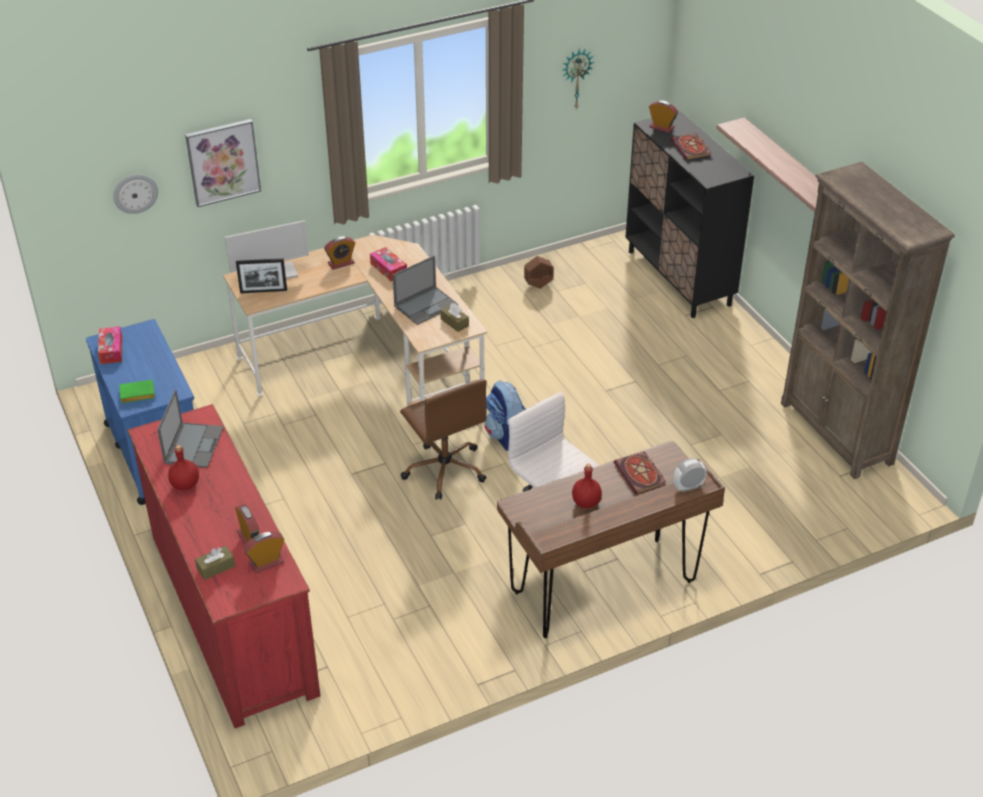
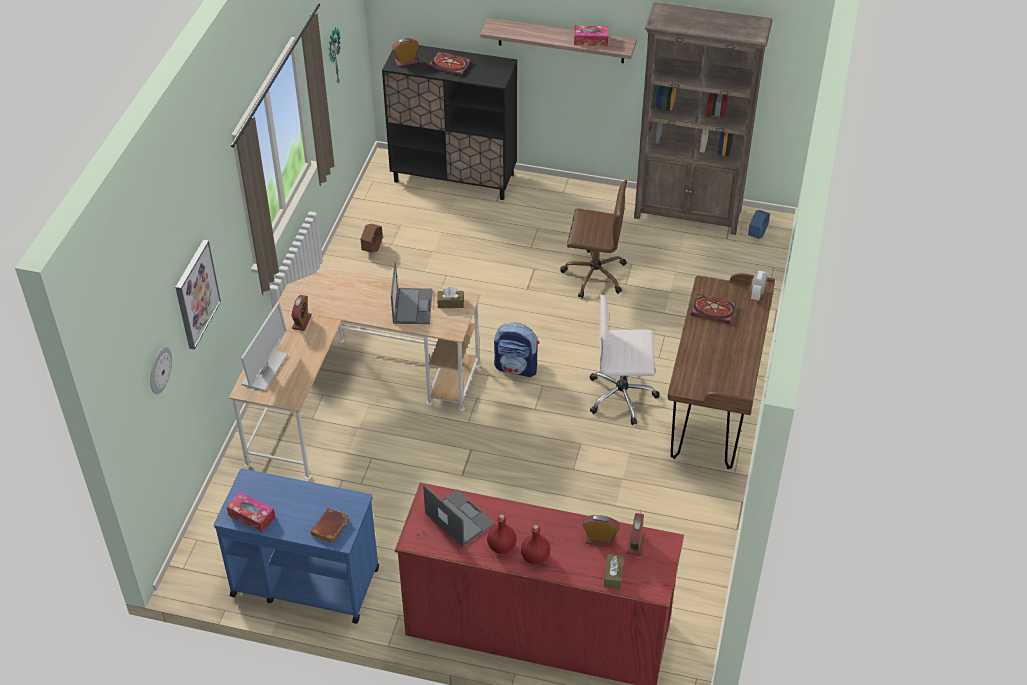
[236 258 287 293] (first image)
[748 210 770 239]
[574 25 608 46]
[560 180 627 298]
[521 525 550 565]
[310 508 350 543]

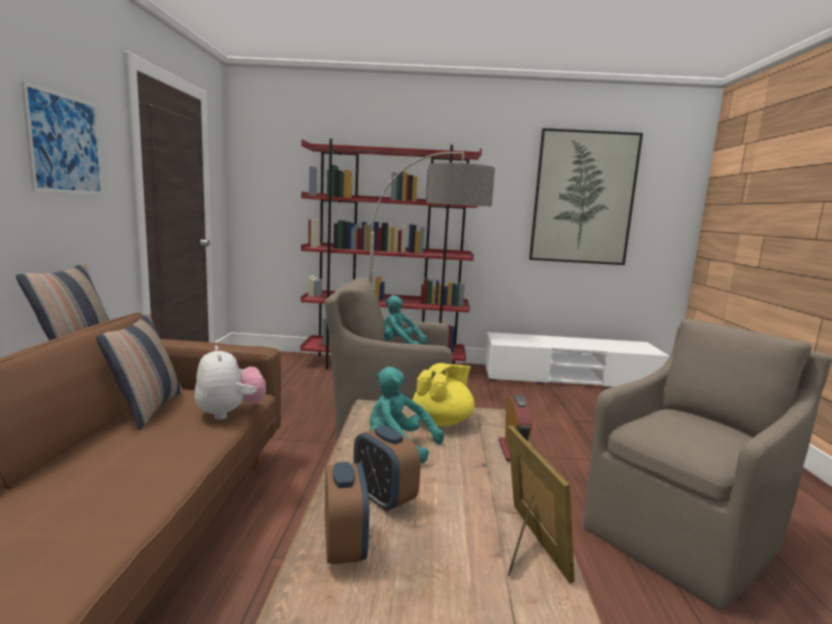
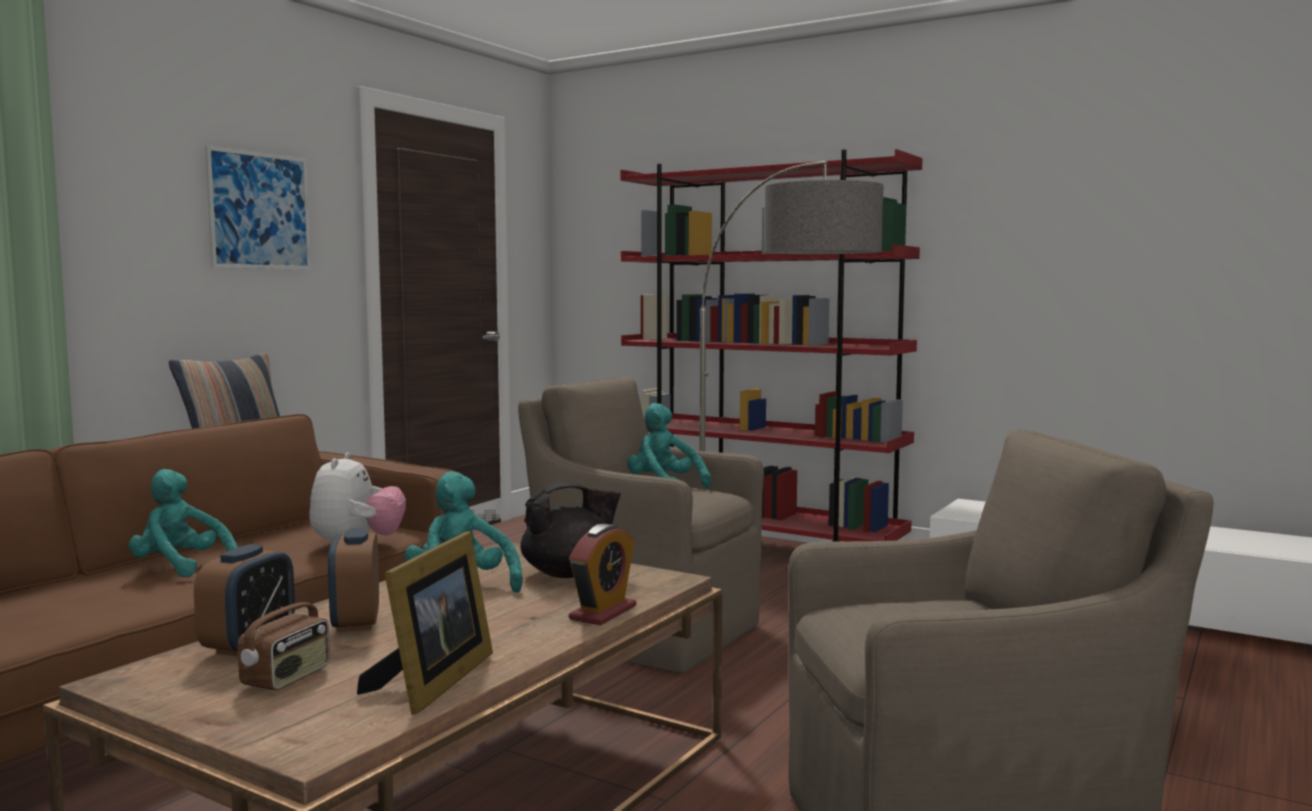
[96 313 183 430] (first image)
[529 128 643 265] (first image)
[129 469 238 577]
[238 576 330 691]
[520 483 621 578]

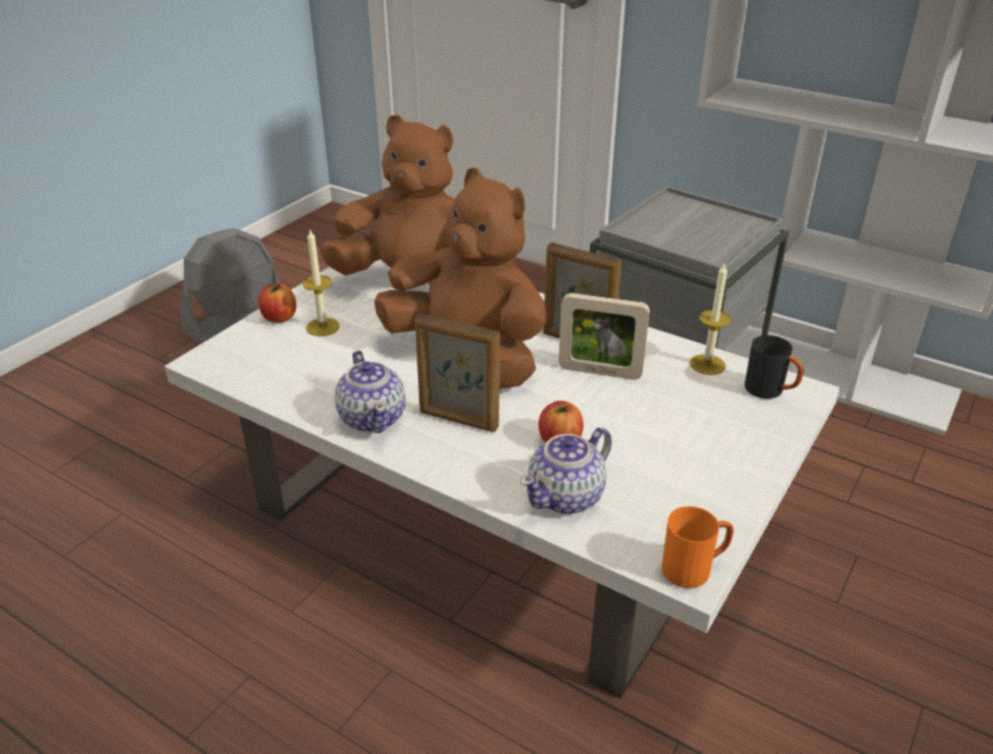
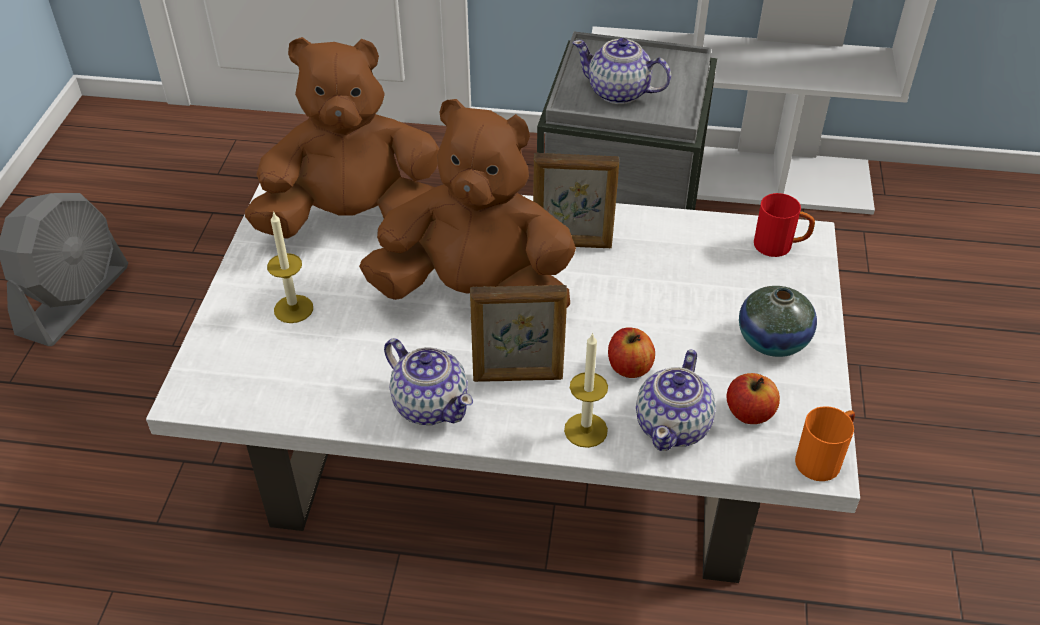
[558 293 650 380] (first image)
[573 38 671 104]
[739 286 817 357]
[727 373 780 424]
[564 333 608 448]
[754 193 815 257]

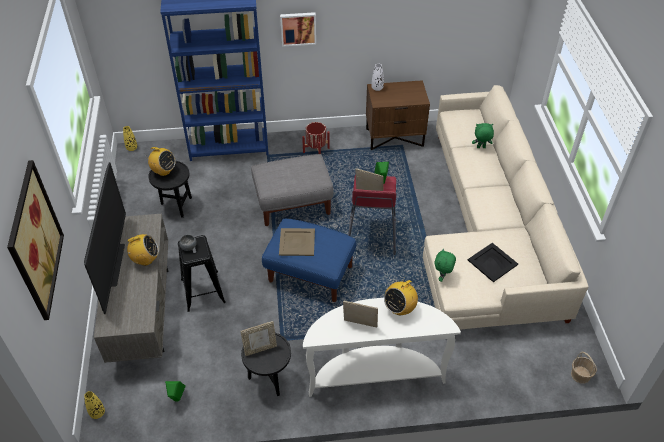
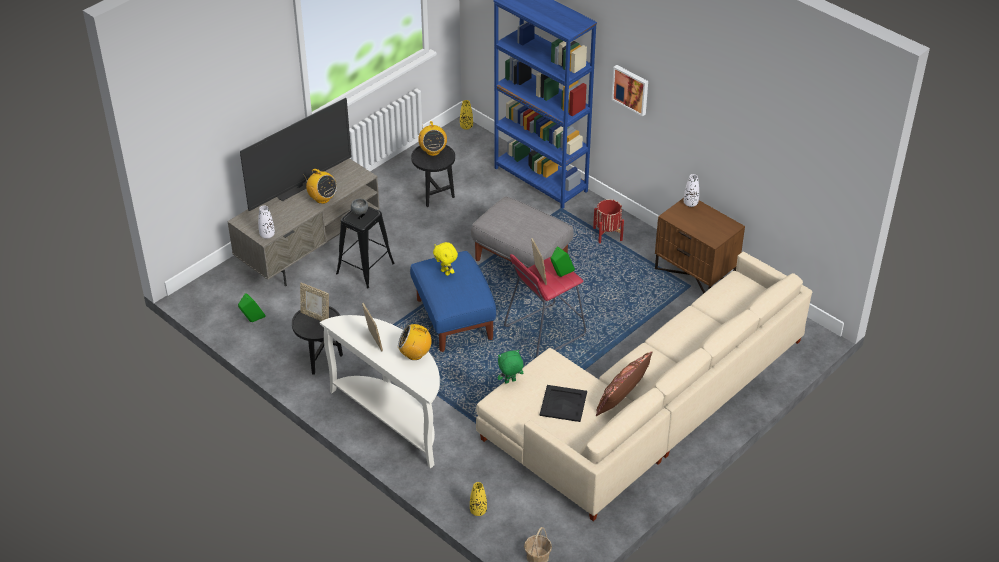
[7 160 64 320] (first image)
[472 123 494 148] (first image)
[258 205 275 239]
[596 351 652 416]
[470 482 487 516]
[433 242 458 276]

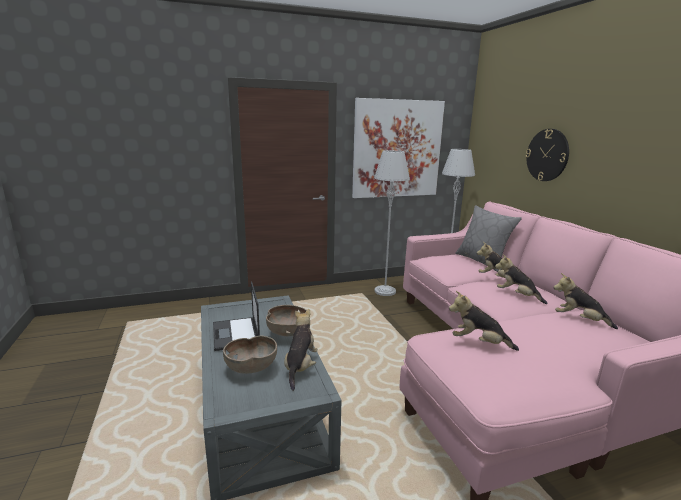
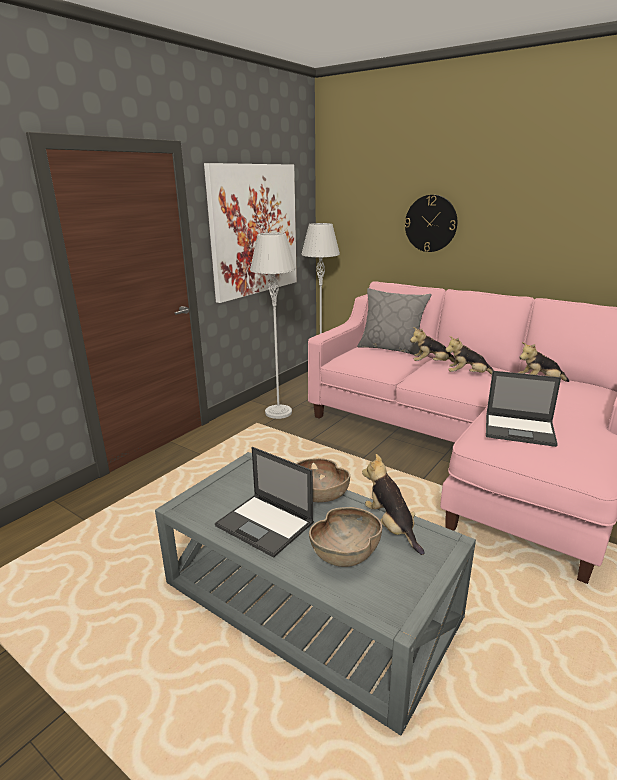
[486 371 561 447]

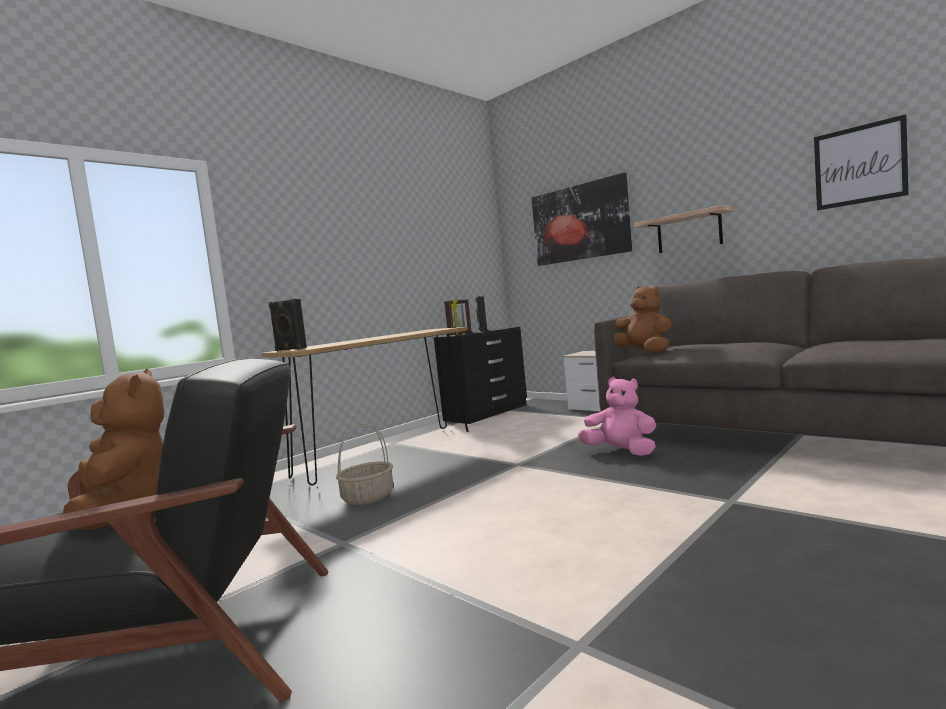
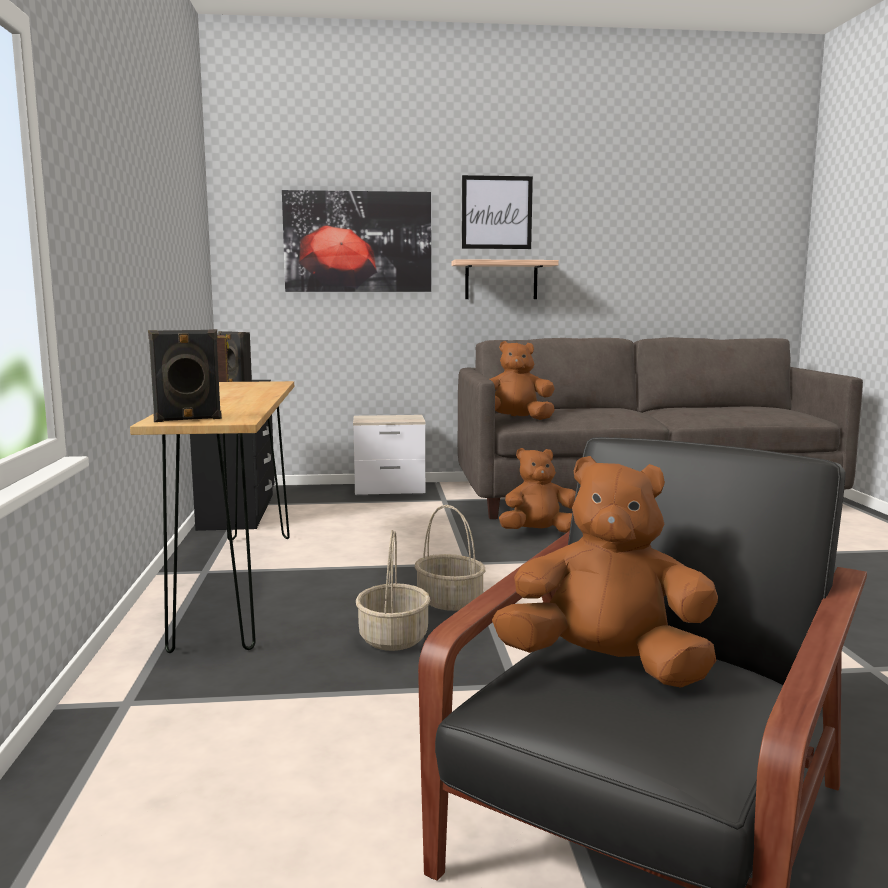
[415 505 486 611]
[462 175 533 249]
[499 448 576 533]

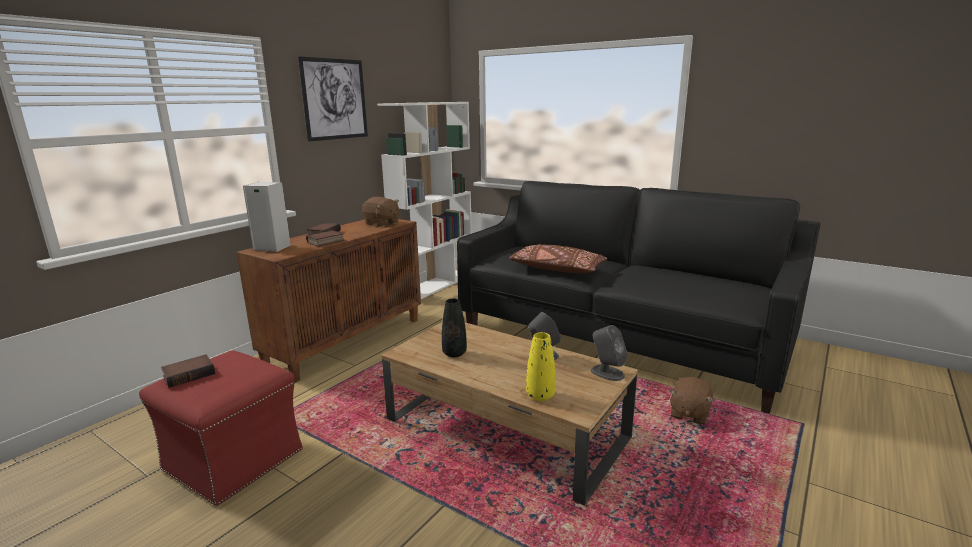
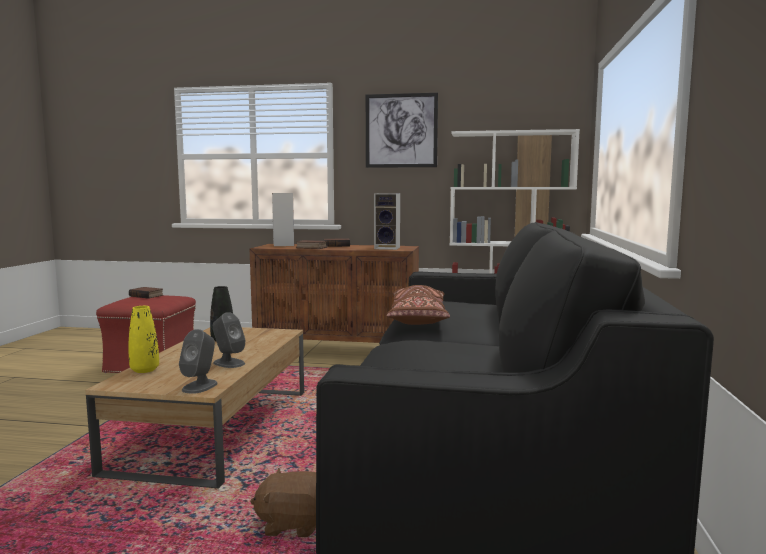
[374 193 400 250]

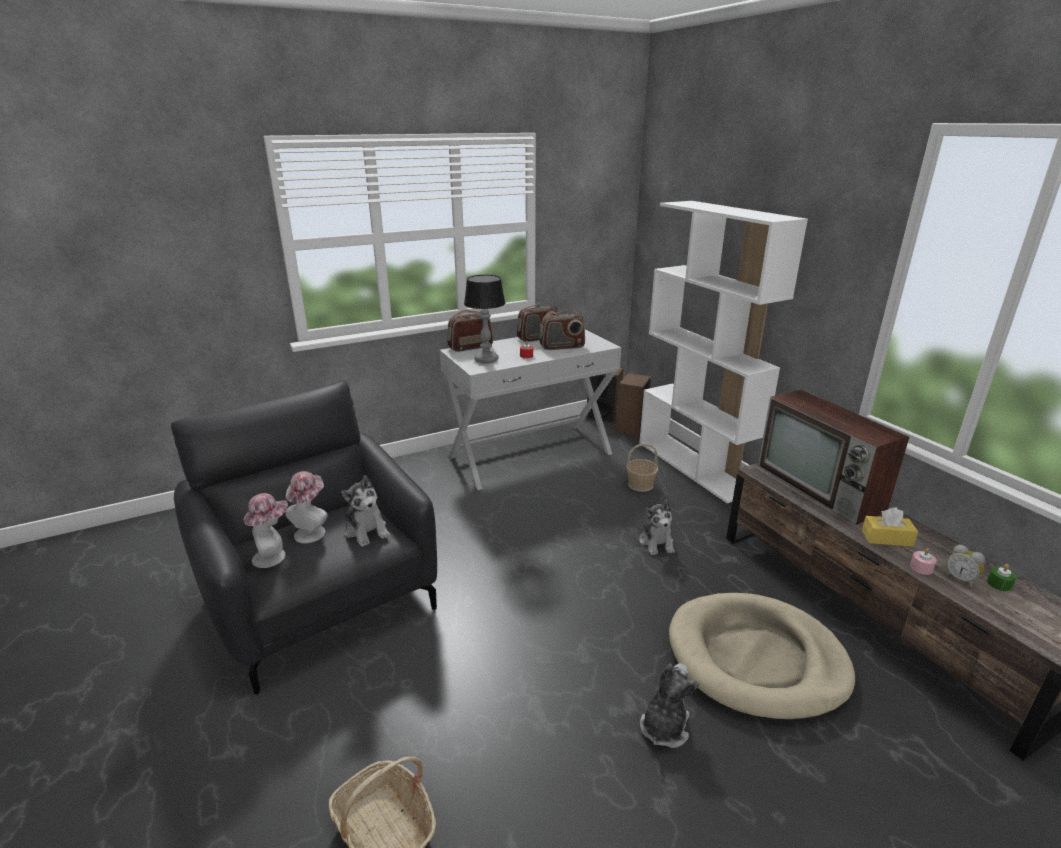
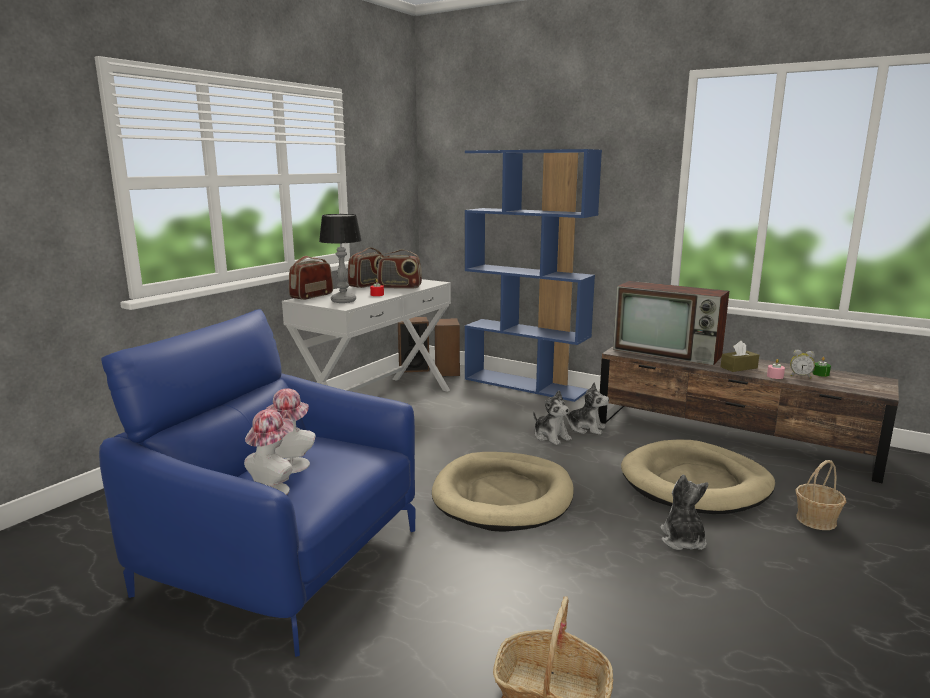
[432 452 574 532]
[565 382 609 435]
[796 460 846 530]
[99 309 416 657]
[465 149 602 402]
[721 341 759 372]
[377 249 422 289]

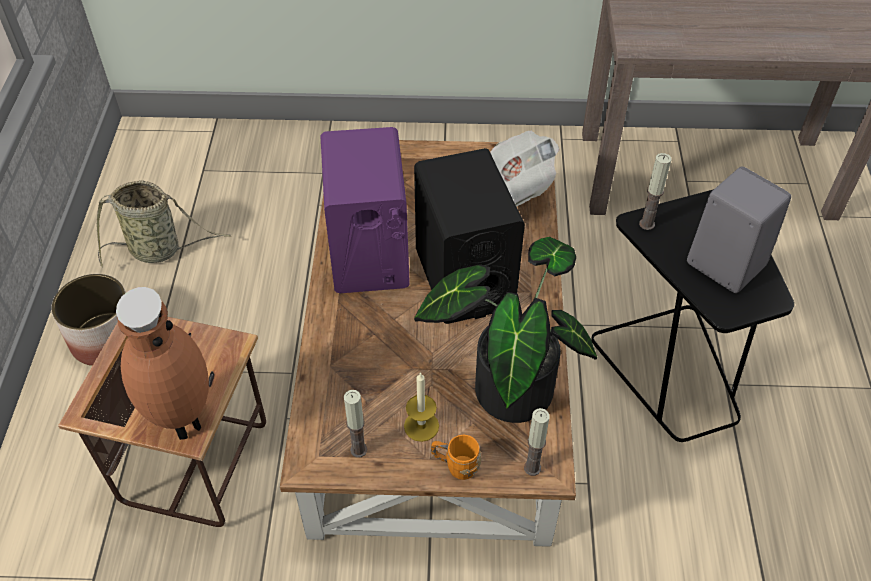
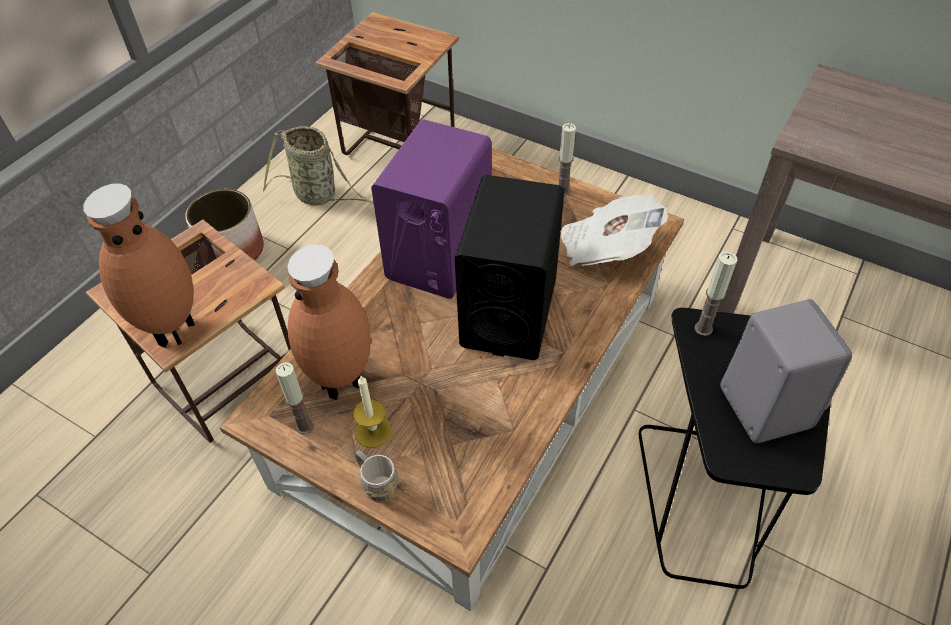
[414 237 597 423] (first image)
[287 244 371 400]
[316 12 459 155]
[558 123 576 196]
[355 450 398 503]

